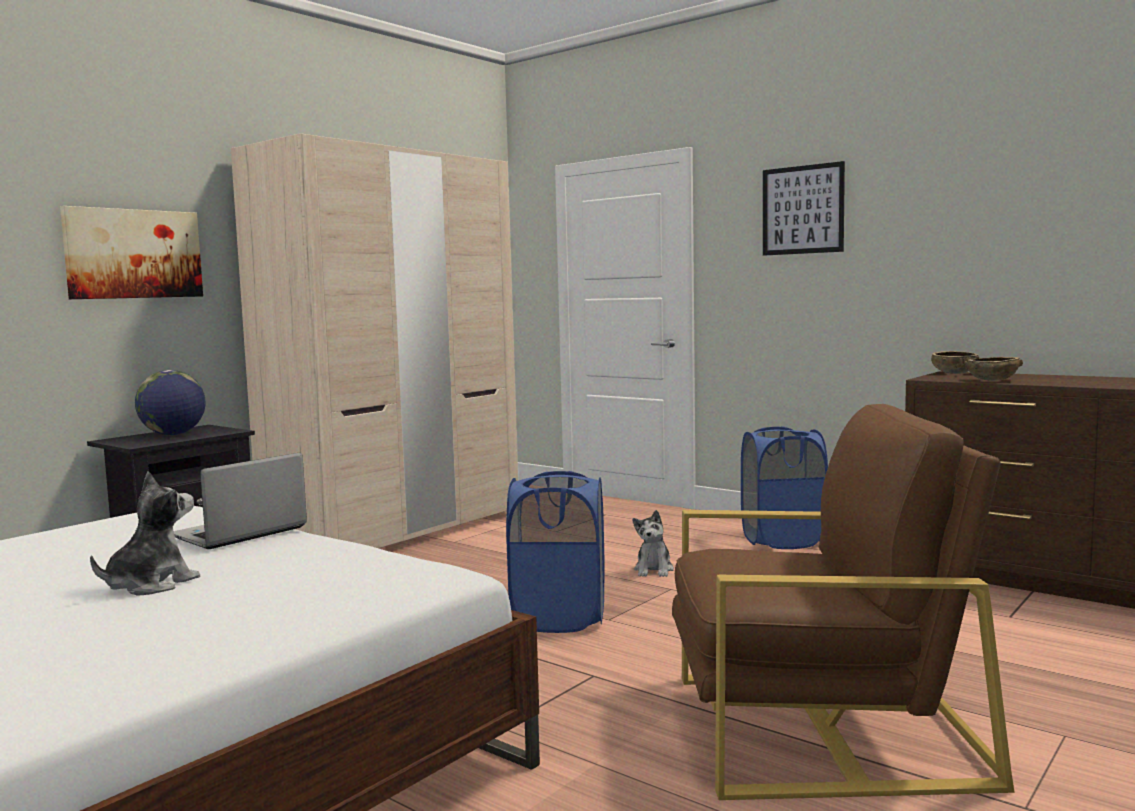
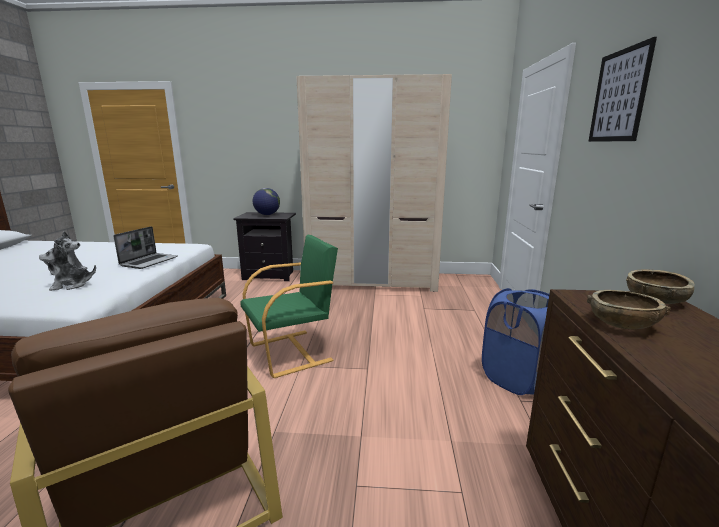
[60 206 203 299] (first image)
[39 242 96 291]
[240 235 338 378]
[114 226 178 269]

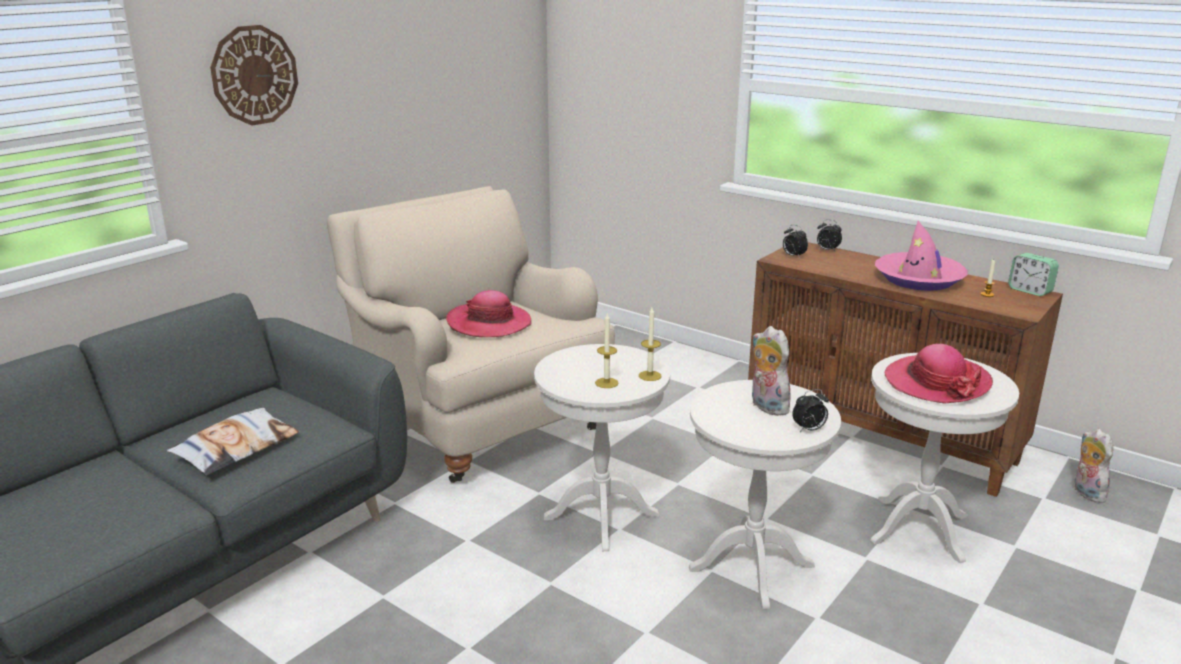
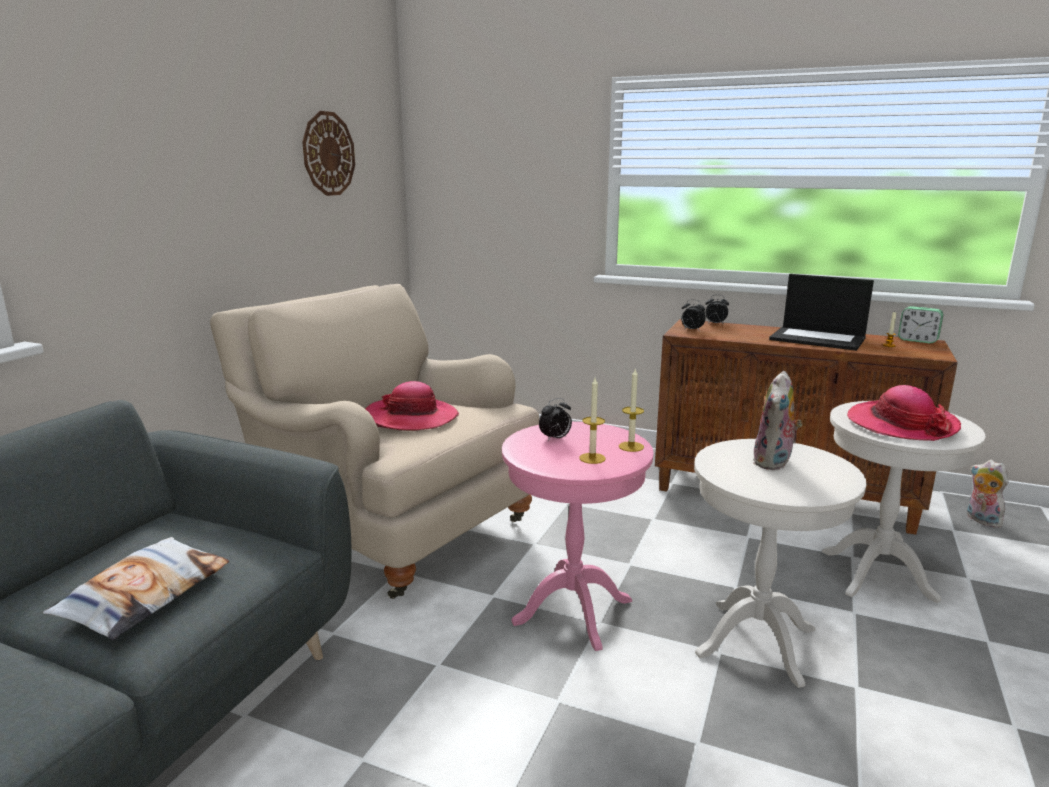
[302 111 355 196]
[539 398 572 441]
[769 274 874 351]
[502 422 654 651]
[753 371 802 470]

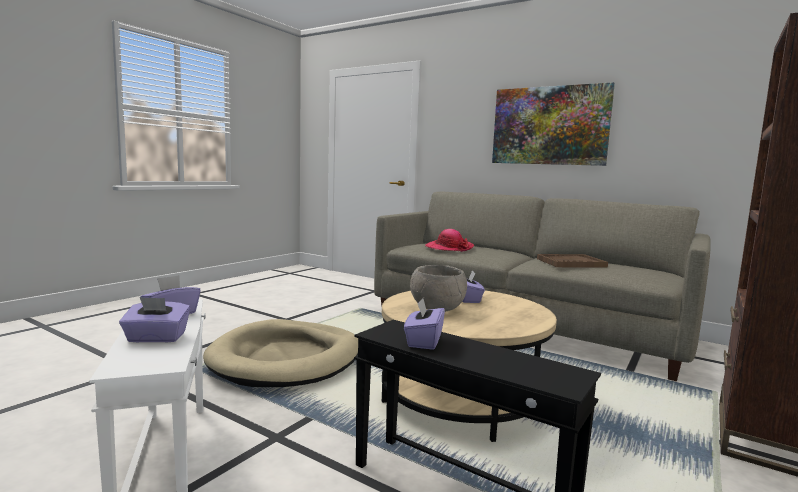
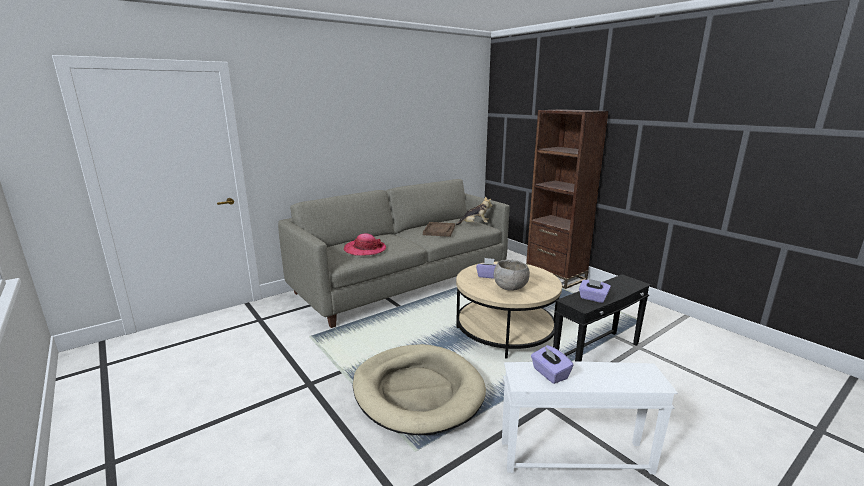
[119 297 190 342] (first image)
[492 82 615 166] (first image)
[456 197 493 225]

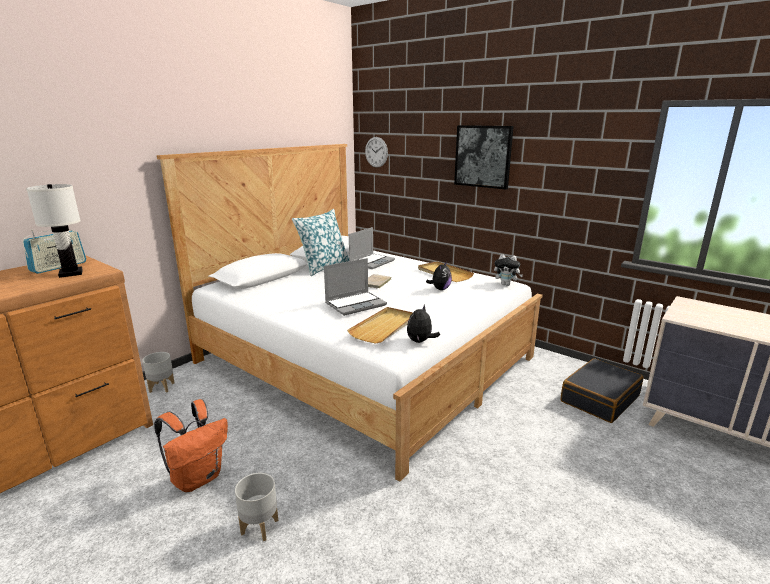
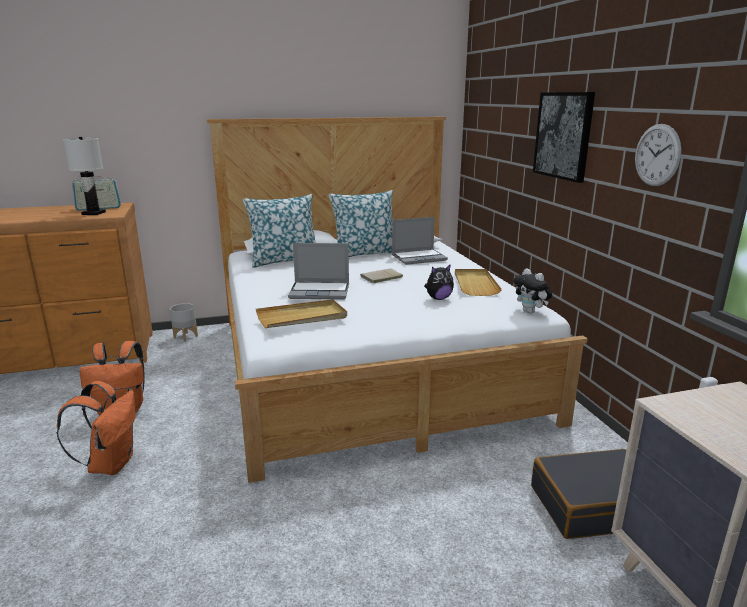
[407 305 440 343] (first image)
[243 194 316 268]
[635 124 681 186]
[56 381 136 475]

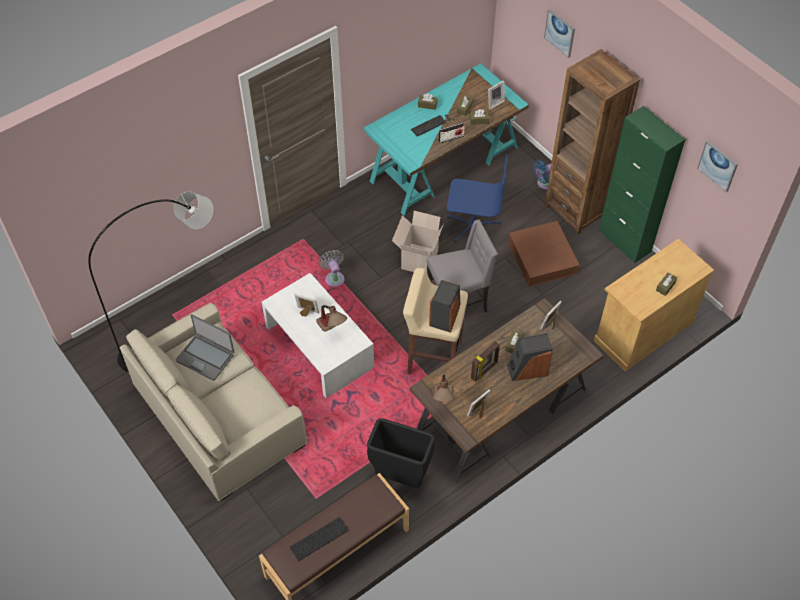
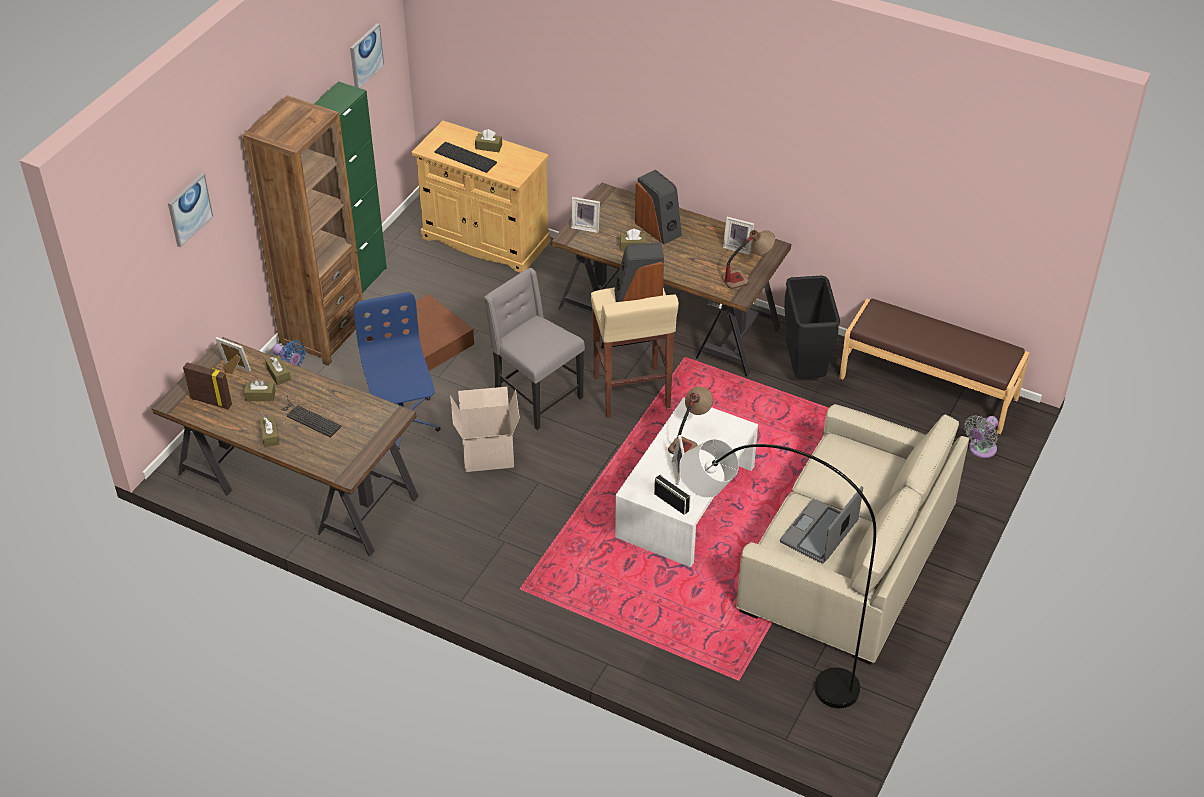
[435 142 497 173]
[964 415 998 458]
[654 474 691 515]
[183 362 232 409]
[152 337 419 556]
[780 486 863 563]

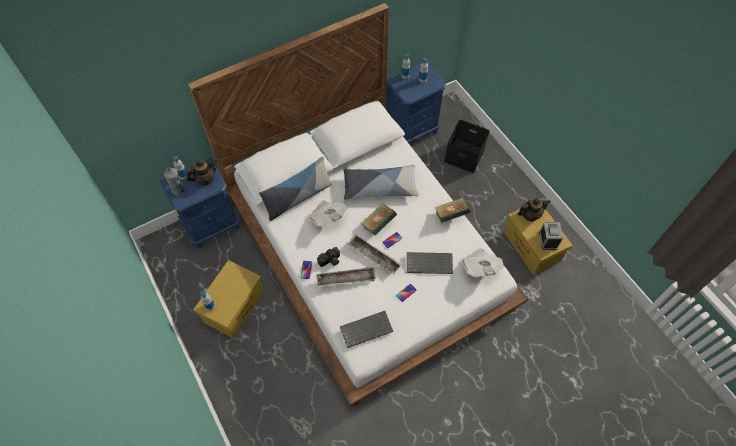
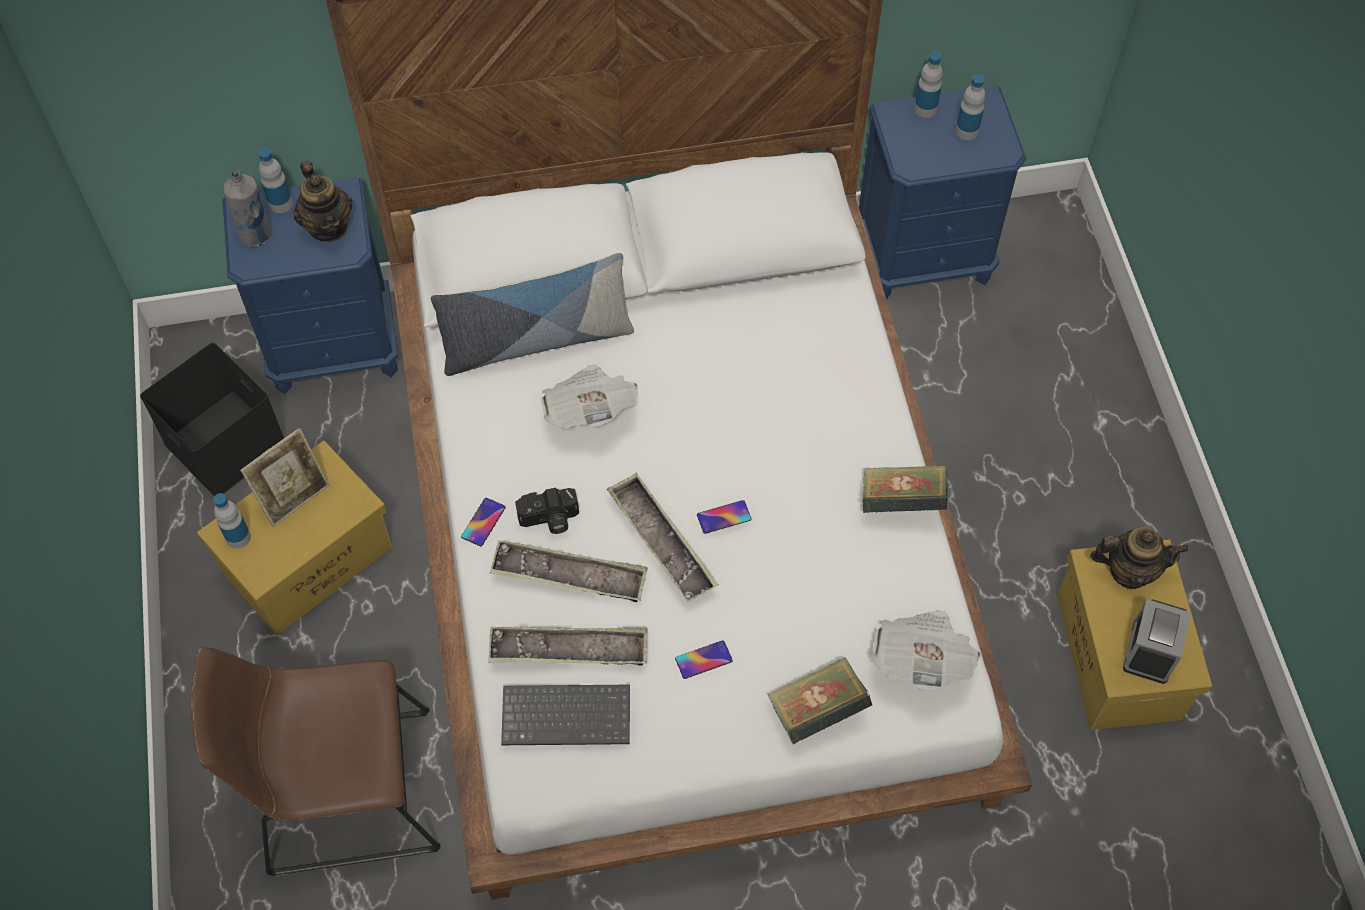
[343 165 419 200] (first image)
[407 252 453 274] (first image)
[191 647 441 876]
[240 428 330 527]
[488 627 647 666]
[767 657 873 745]
[140 343 284 496]
[293 160 353 242]

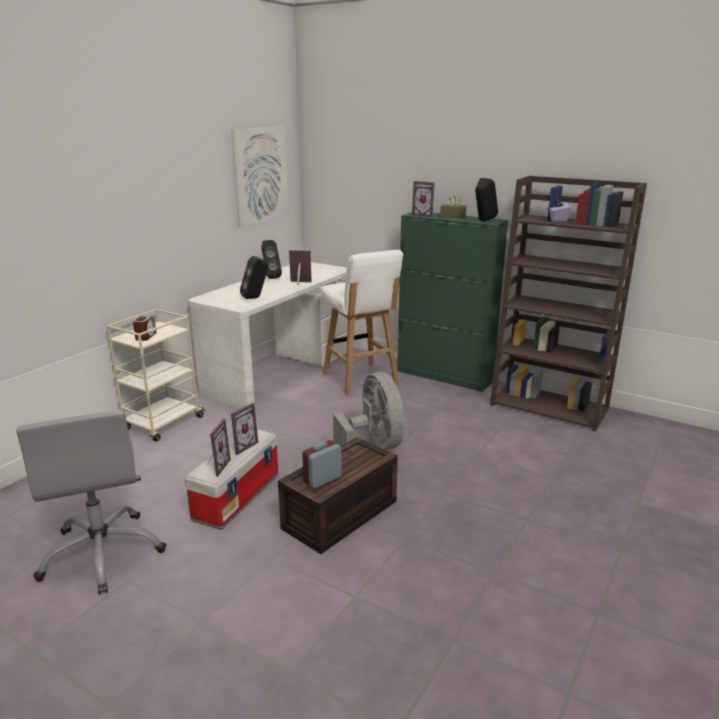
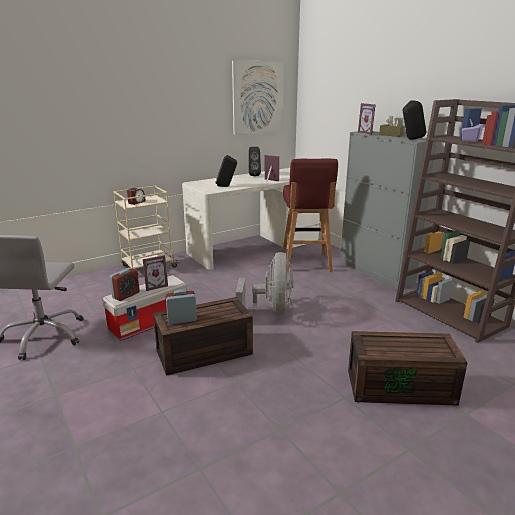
[348 331 468 406]
[109 268 140 301]
[282 159 338 272]
[340 131 437 290]

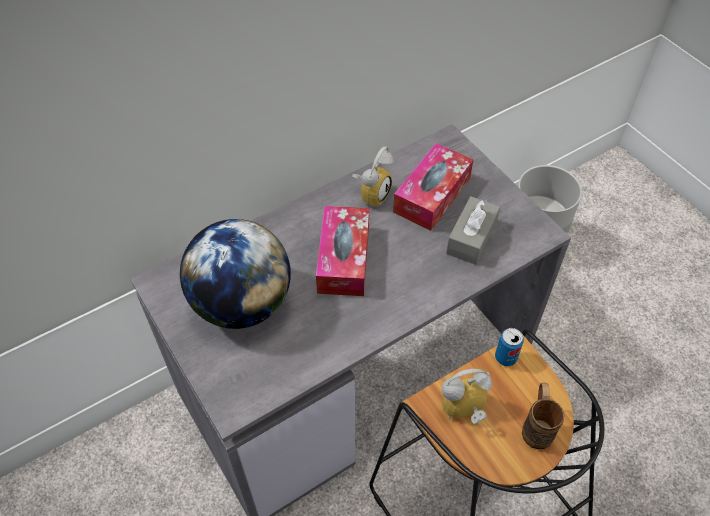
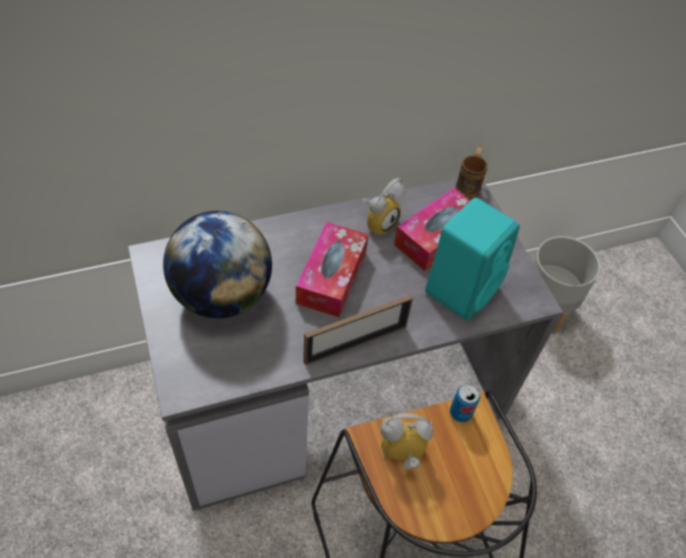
[303 295 413 366]
[455 147 488 200]
[425 197 520 321]

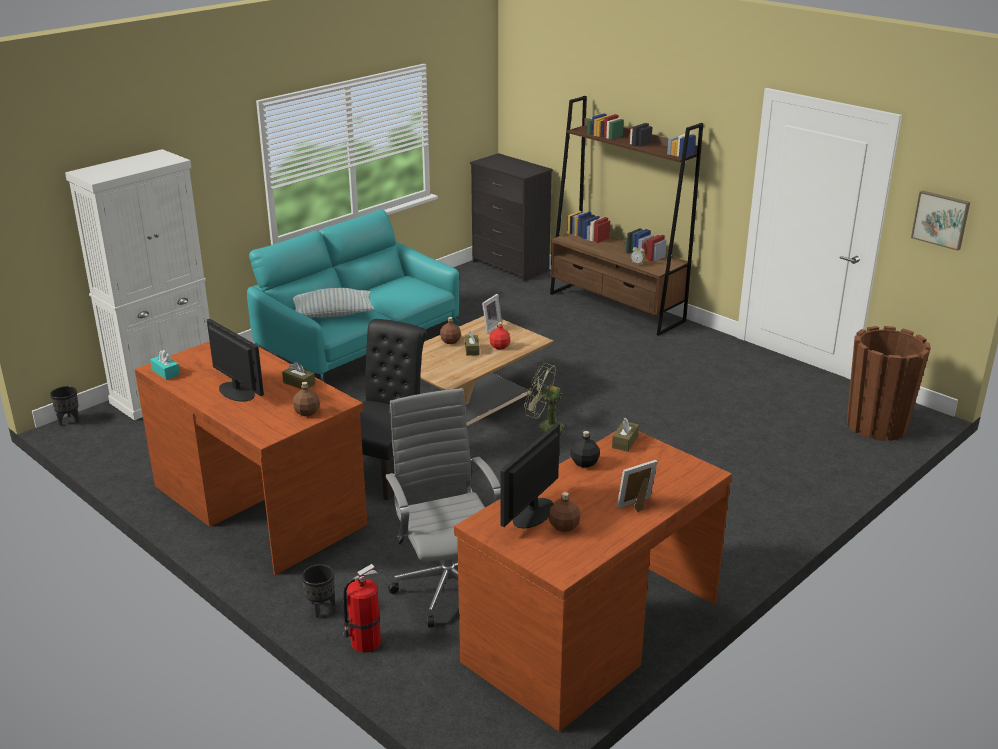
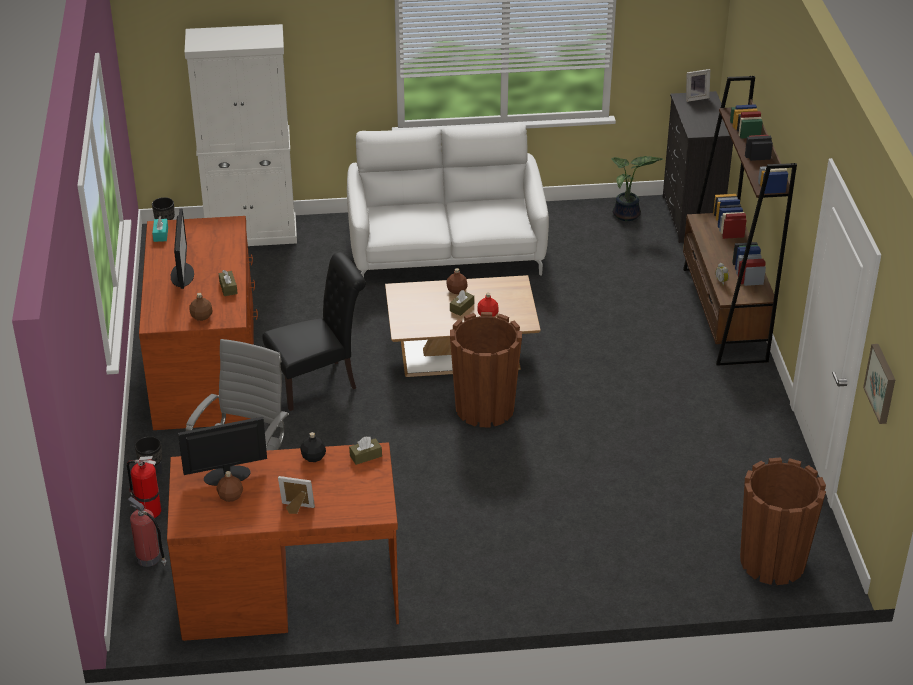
[293 288 374 318] (first image)
[127 497 166 567]
[611 156 663 221]
[686 69 710 102]
[450 312 522 427]
[347 123 549 277]

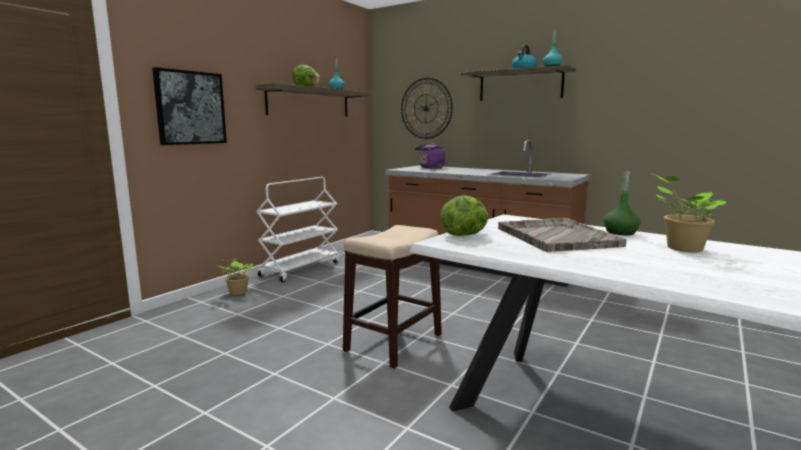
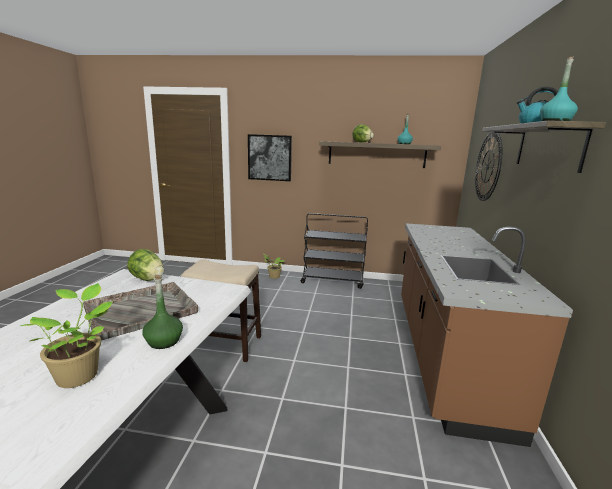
[415 143 445 169] (first image)
[301 213 368 289]

